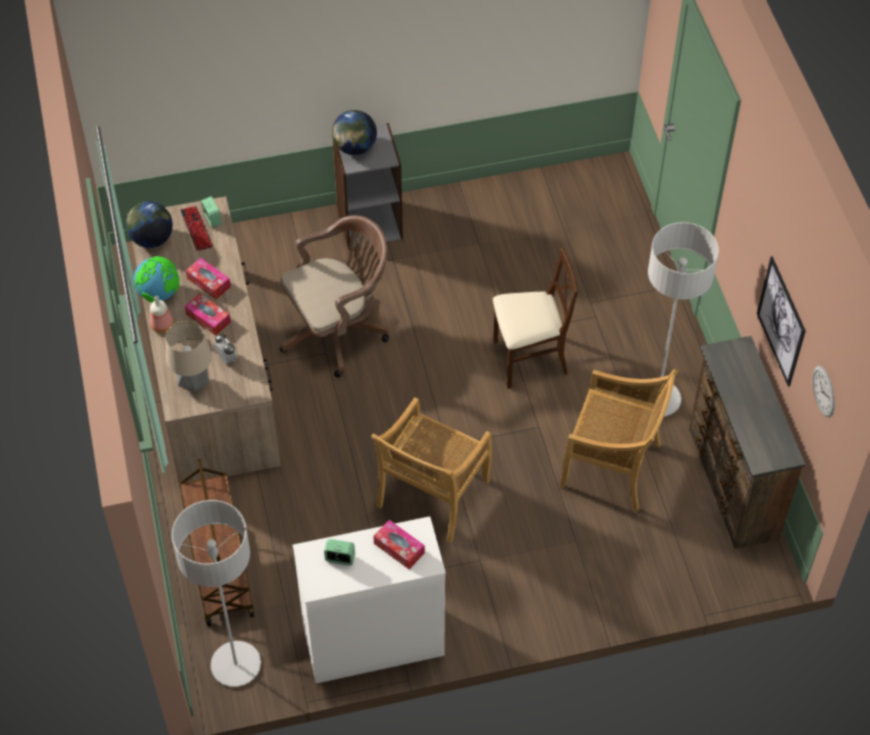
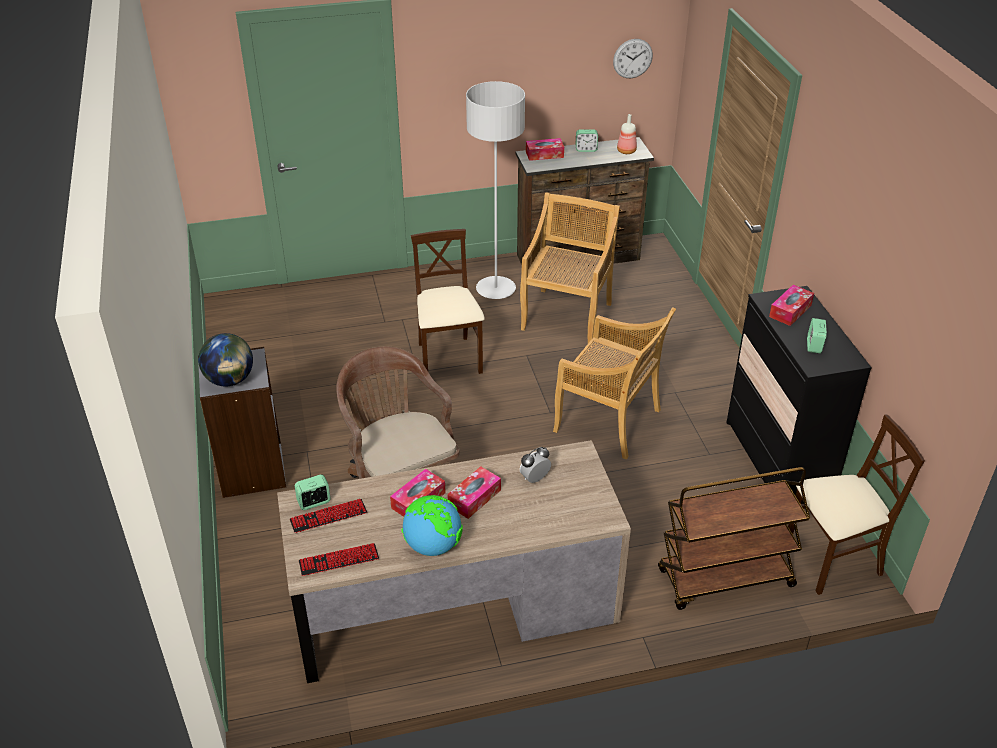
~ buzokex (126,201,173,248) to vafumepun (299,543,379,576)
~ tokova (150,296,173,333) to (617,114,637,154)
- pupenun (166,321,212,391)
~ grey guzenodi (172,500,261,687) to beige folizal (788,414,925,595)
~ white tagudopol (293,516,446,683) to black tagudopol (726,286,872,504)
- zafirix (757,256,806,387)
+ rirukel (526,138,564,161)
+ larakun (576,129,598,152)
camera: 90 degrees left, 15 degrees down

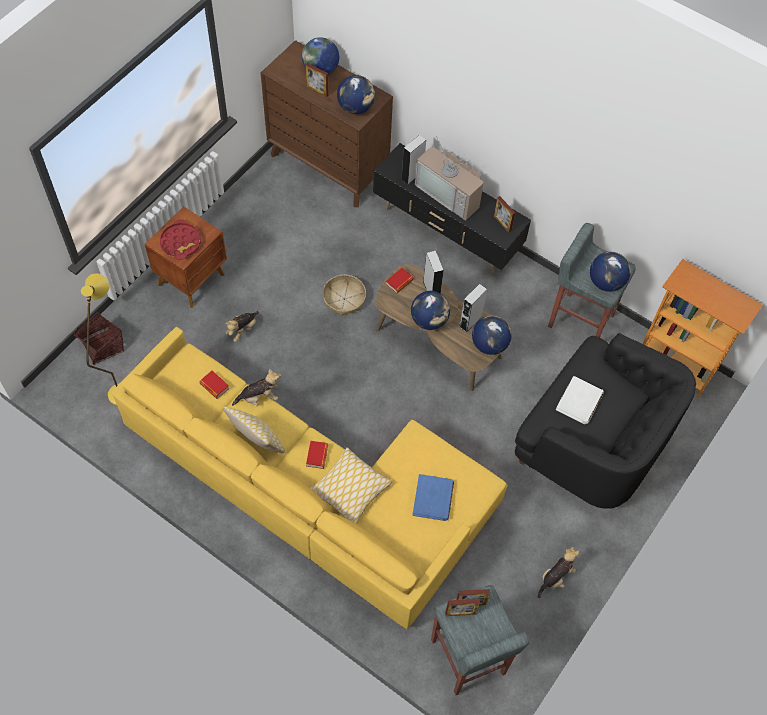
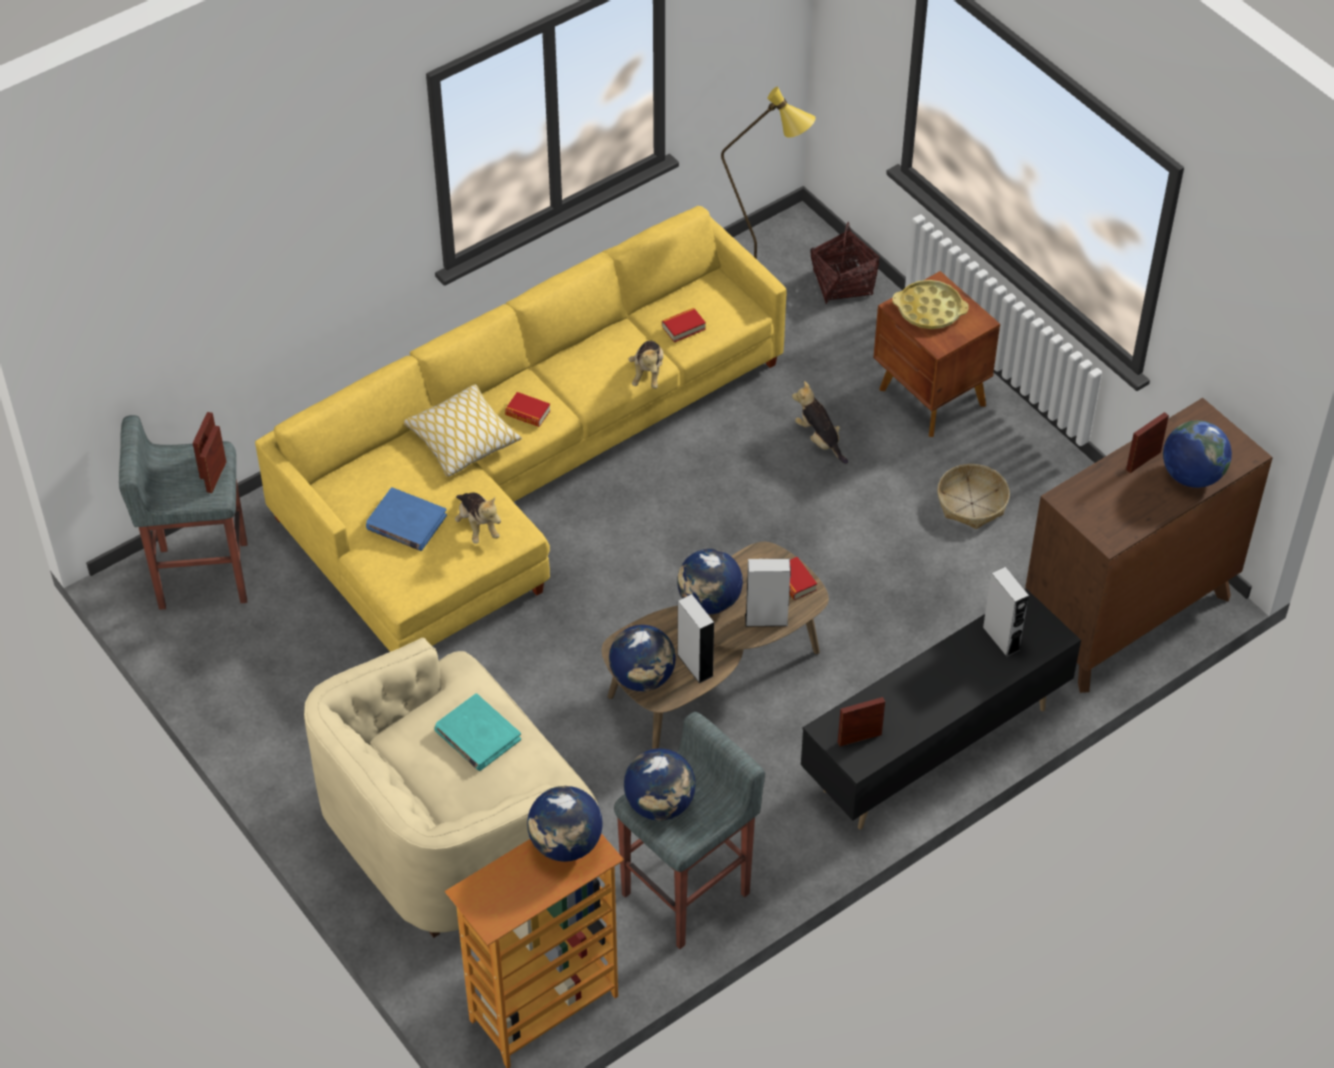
~ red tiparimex (160,219,201,260) to yellow tiparimex (892,280,969,329)
- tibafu (223,407,285,453)
~ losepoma (323,275,366,316) to (937,464,1010,529)
~ buzokex (337,75,375,114) to (527,786,603,862)
- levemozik (415,136,484,221)
~ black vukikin (515,333,696,509) to beige vukikin (304,638,598,938)
~ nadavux (538,547,579,598) to (455,492,501,544)
~ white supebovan (556,376,604,424) to turquoise supebovan (434,693,521,771)
camera: 110 degrees right, 10 degrees down

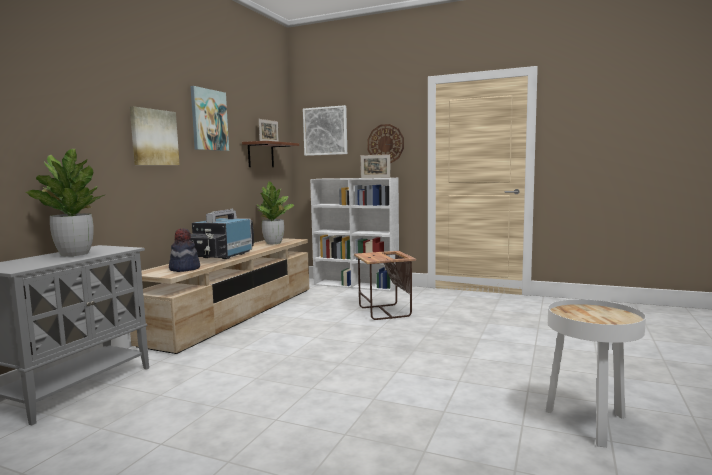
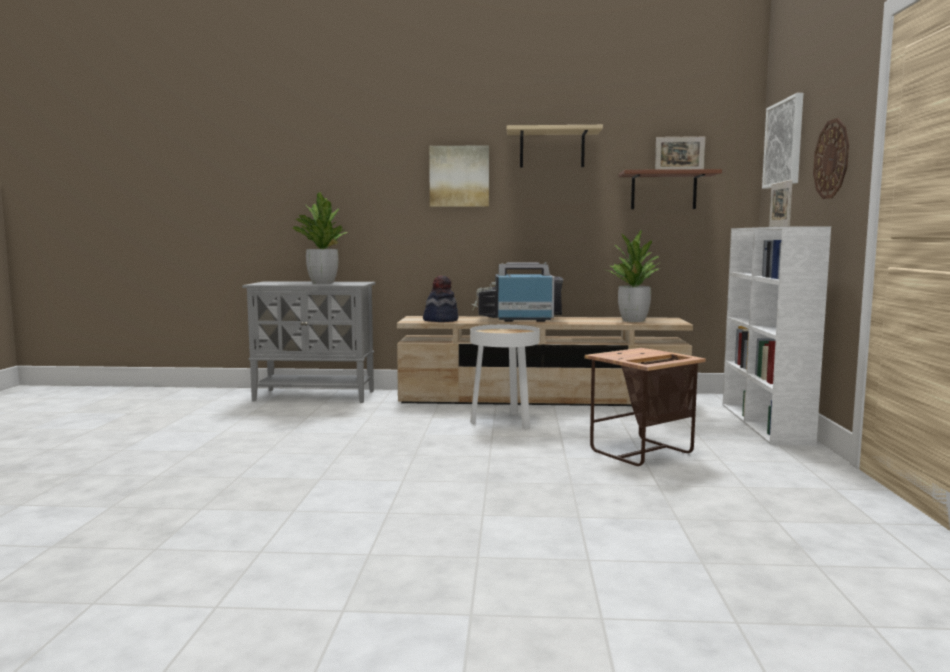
~ zafirix (190,86,229,151) to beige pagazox (507,125,603,168)
~ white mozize (546,299,646,447) to (470,325,540,429)
camera: 70 degrees right, 0 degrees up

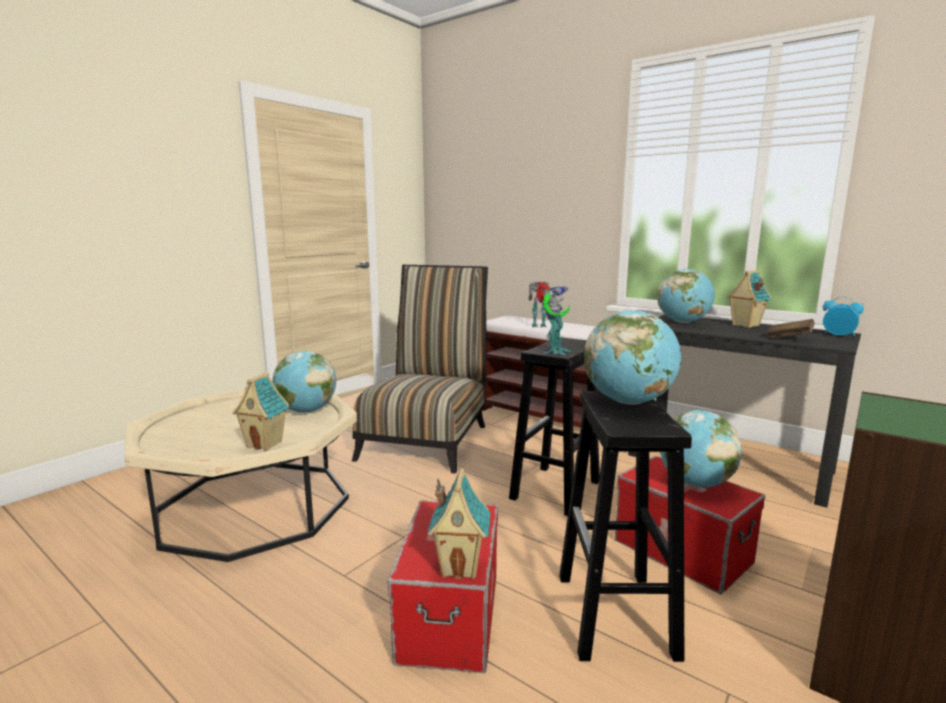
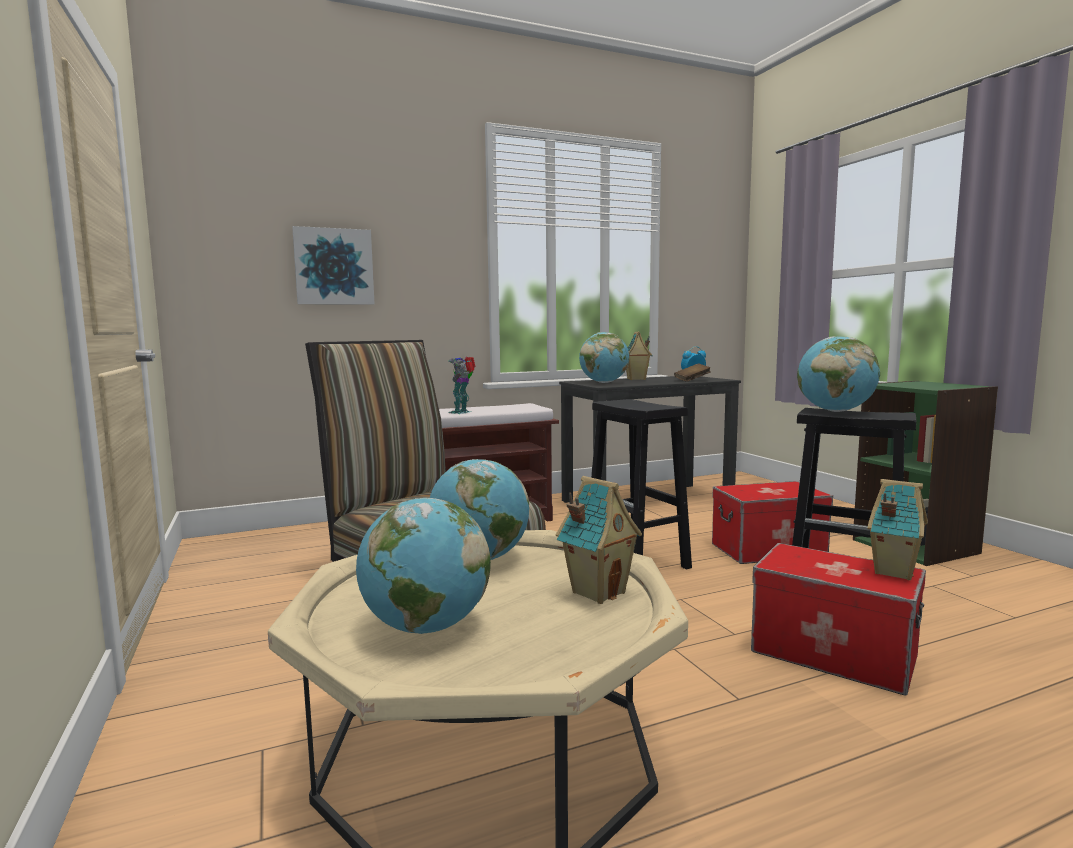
- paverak (536,284,571,355)
~ buzokex (660,410,742,487) to (356,498,491,634)
+ zafirix (292,226,375,305)
camera: 60 degrees left, 5 degrees down

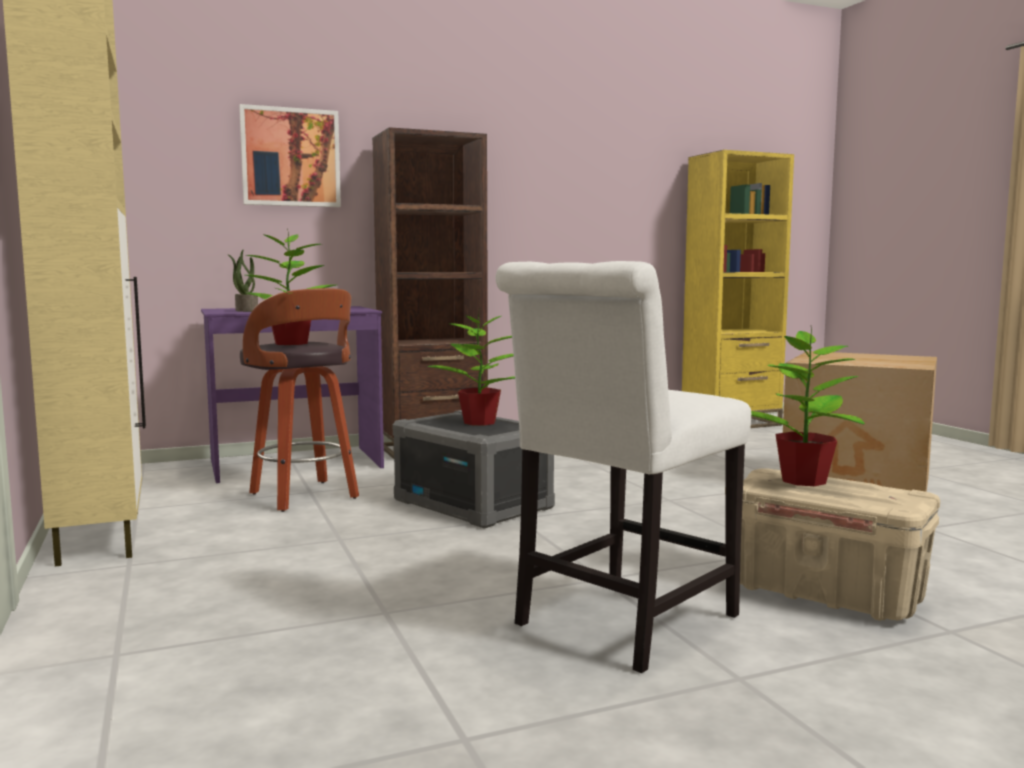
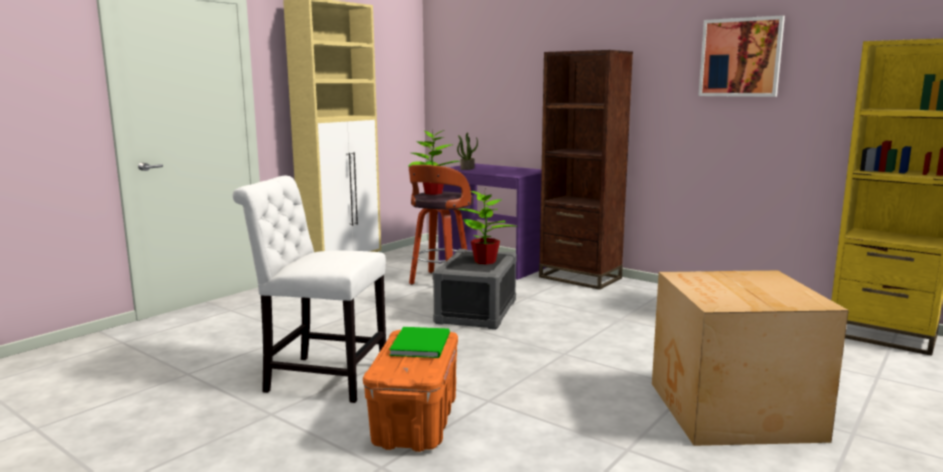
~ zafirix (239,104,341,207) to (698,15,785,97)
~ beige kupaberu (725,468,940,621) to orange kupaberu (363,330,458,452)
~ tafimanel (751,328,865,486) to green supebovan (389,327,450,358)
camera: 60 degrees right, 5 degrees up

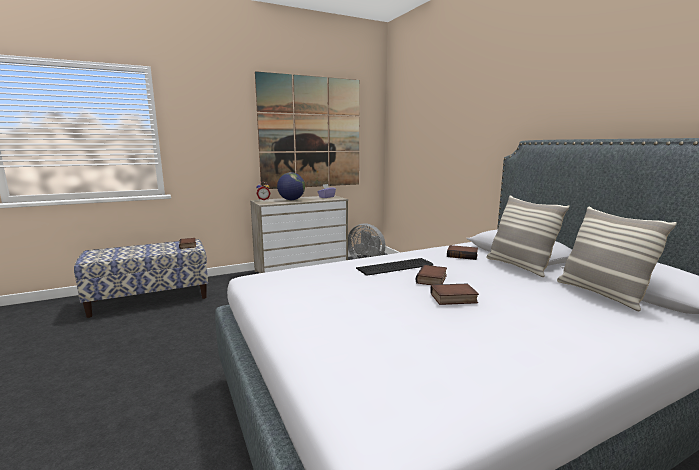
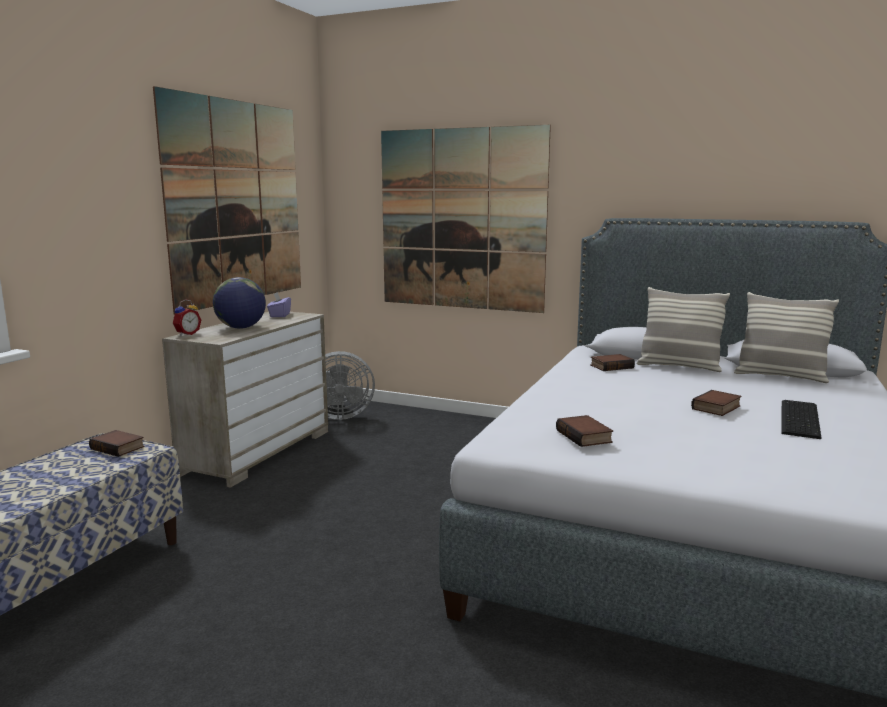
~ vafumepun (356,258,433,276) to (781,400,822,439)
~ supebovan (416,265,447,285) to (556,415,613,447)
+ zafirix (381,125,551,313)
camera: 40 degrees left, 0 degrees up

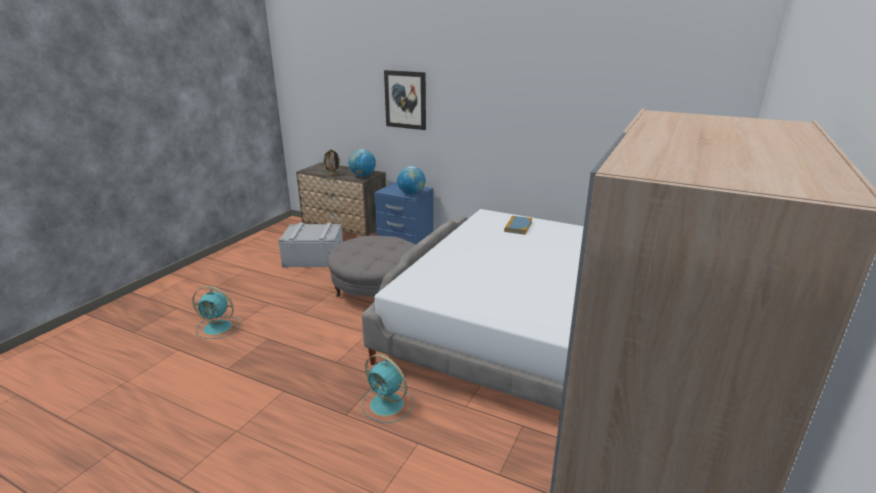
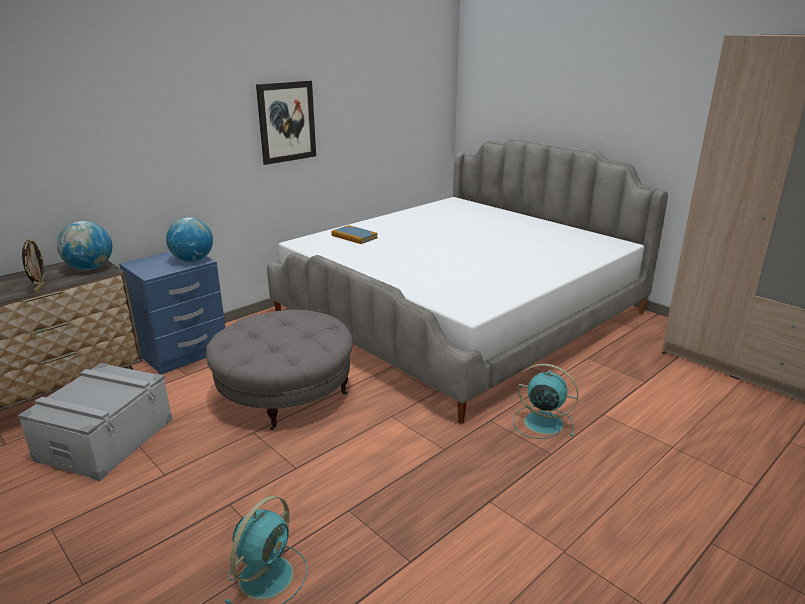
~ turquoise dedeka (361,354,414,423) = (513,364,578,439) 120 degrees counterclockwise
~ zafirix (384,70,426,130) to (256,80,316,165)
camera: 70 degrees left, 0 degrees up

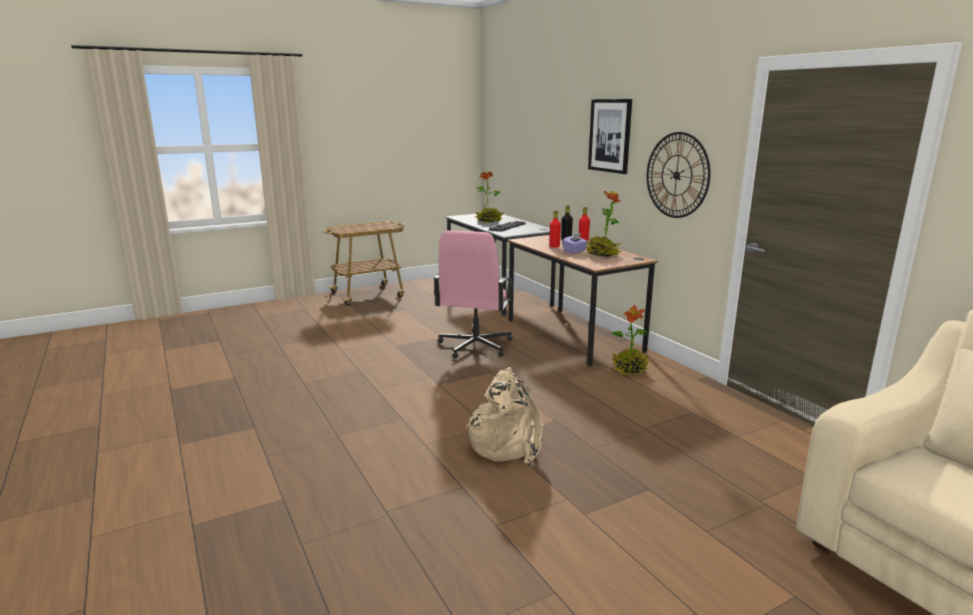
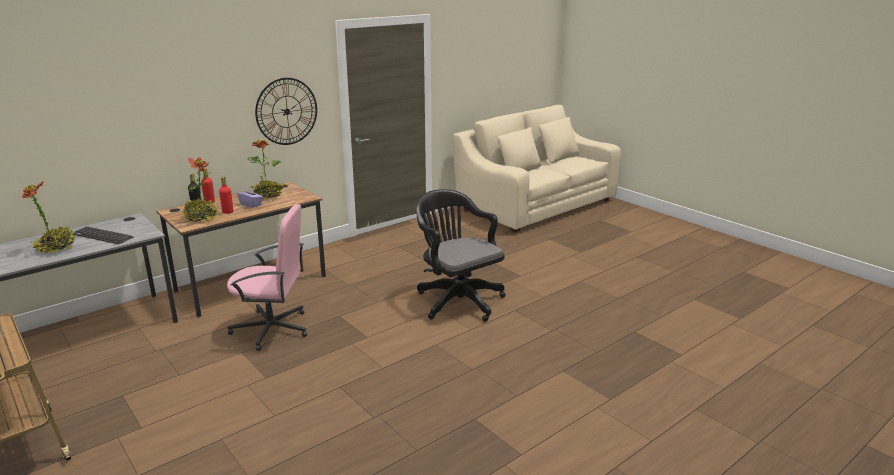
~ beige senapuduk (466,367,544,464) to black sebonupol (416,189,506,322)
- zafirix (588,99,632,174)
~ tafimanel (611,304,650,375) to (182,157,217,222)
camera: 100 degrees left, 5 degrees up

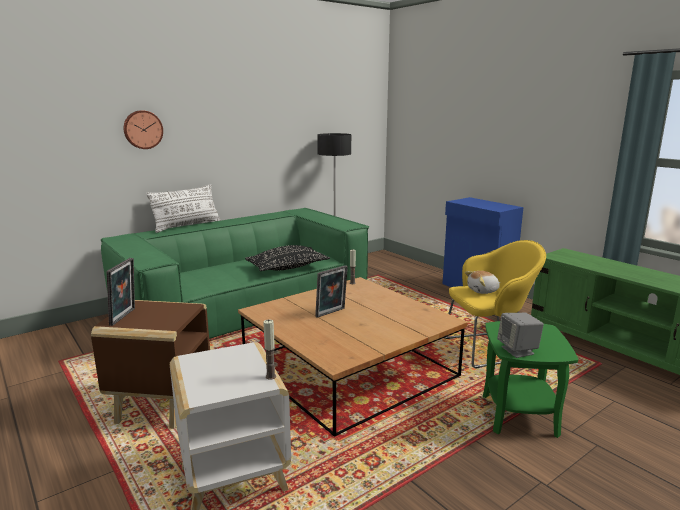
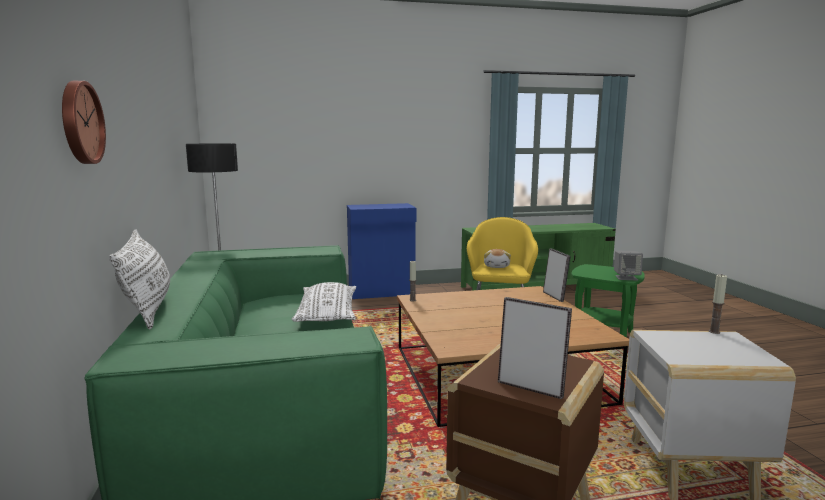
~ black tibafu (245,245,330,271) to white tibafu (292,282,356,322)
~ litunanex (315,265,348,318) to (543,249,571,302)
camera: 65 degrees left, 5 degrees down

